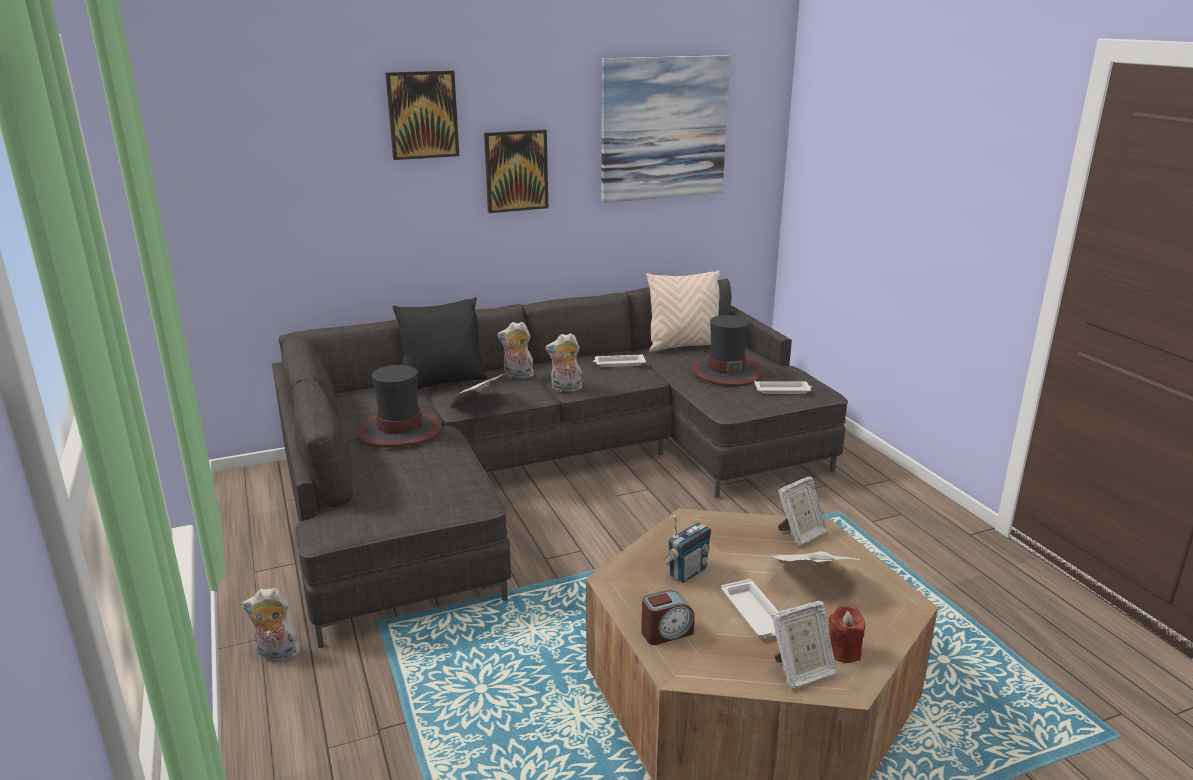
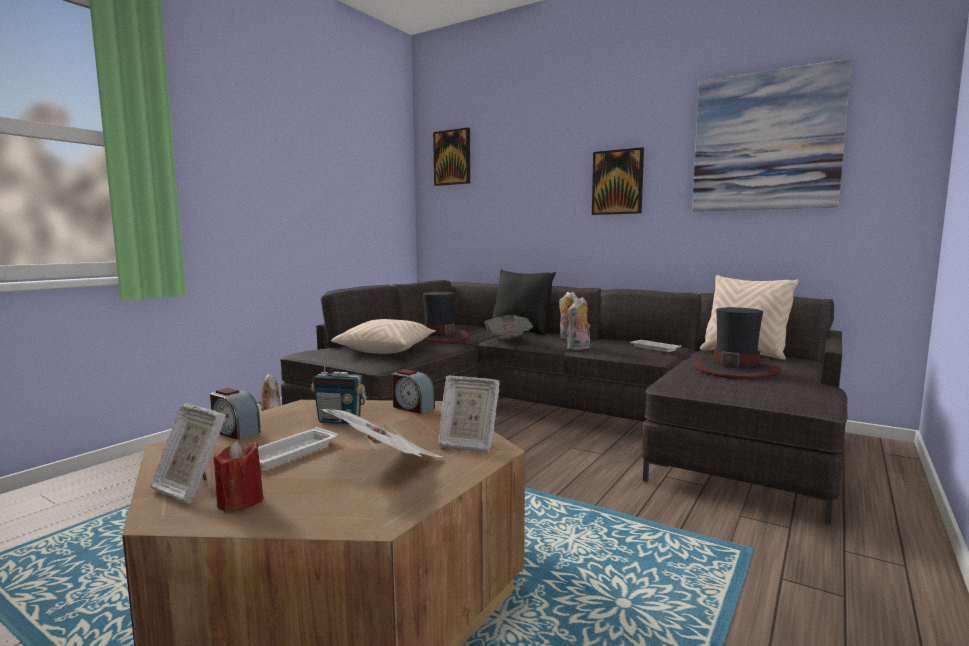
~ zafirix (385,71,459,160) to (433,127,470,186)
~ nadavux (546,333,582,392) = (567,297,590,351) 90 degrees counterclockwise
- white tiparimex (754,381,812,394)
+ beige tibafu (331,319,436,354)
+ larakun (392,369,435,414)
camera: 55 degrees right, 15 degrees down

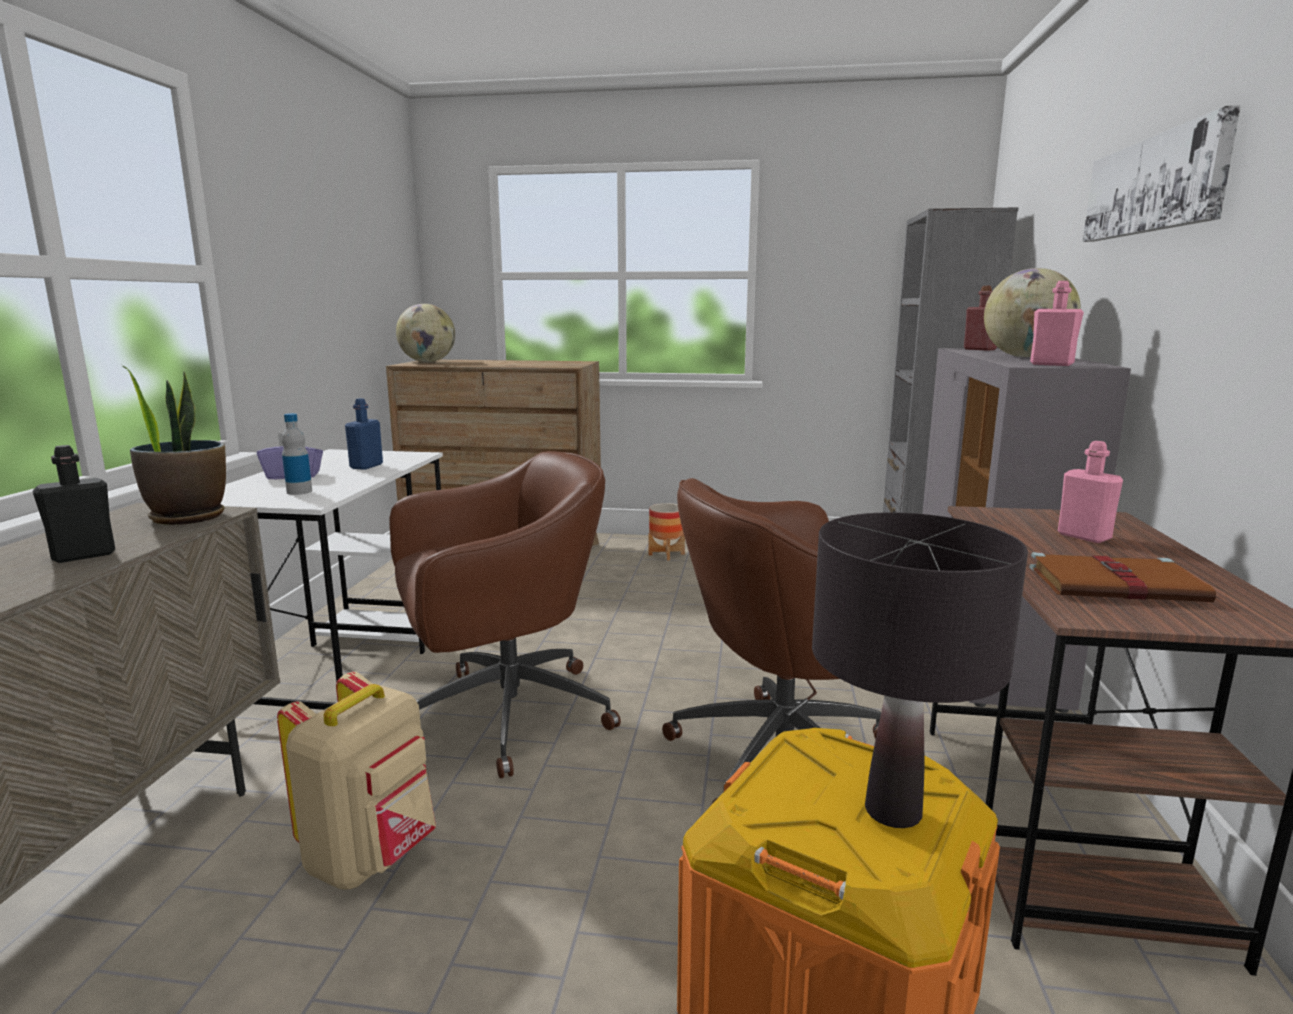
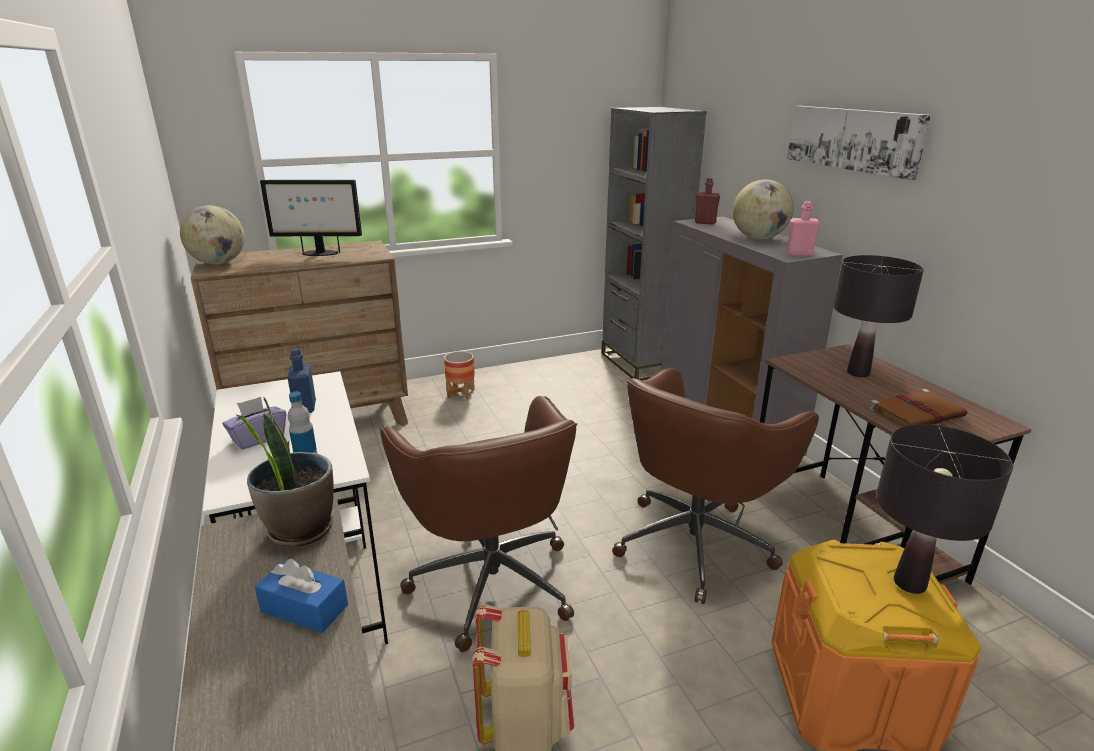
~ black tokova (33,445,115,563) to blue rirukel (255,559,348,633)
~ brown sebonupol (389,451,621,778) = (380,396,577,652) 120 degrees clockwise
~ pink tokova (1058,441,1123,543) to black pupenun (833,255,924,377)
+ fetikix (260,180,362,256)
camera: 30 degrees left, 10 degrees up

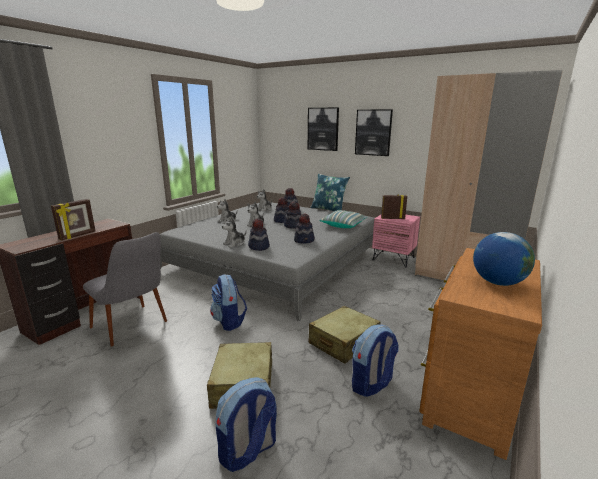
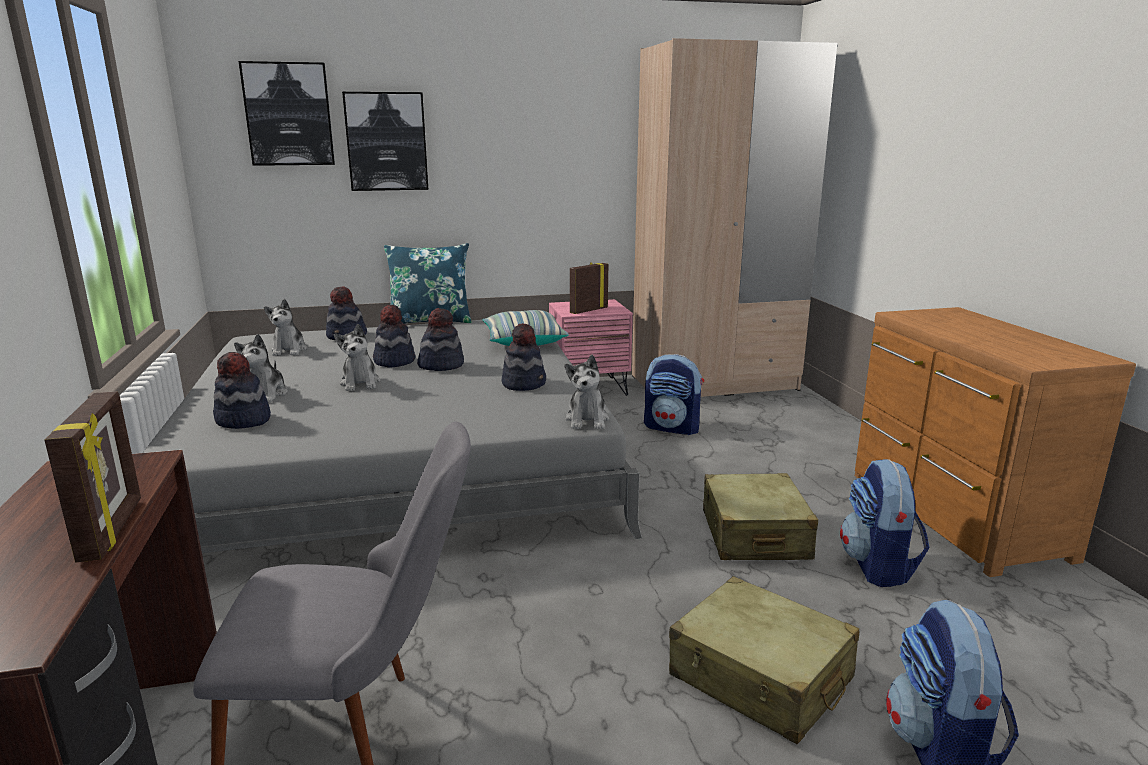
~ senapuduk (210,274,247,331) to (644,354,704,435)
~ nadavux (222,217,247,248) to (565,355,609,429)
~ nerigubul (248,218,270,251) to (213,352,271,429)
~ zafirix (355,109,393,156) to (239,61,335,166)
- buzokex (473,232,535,286)
camera: 45 degrees left, 0 degrees up

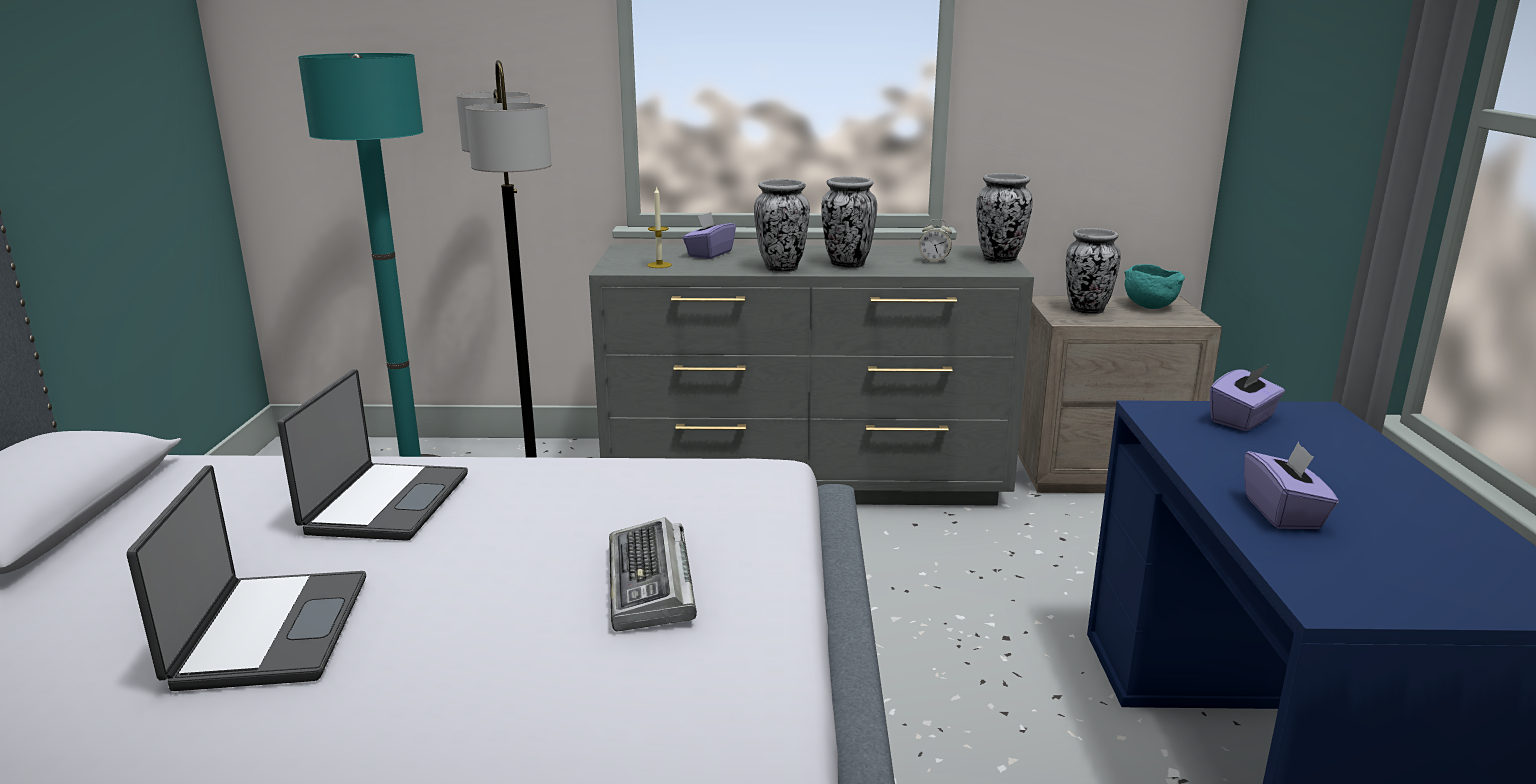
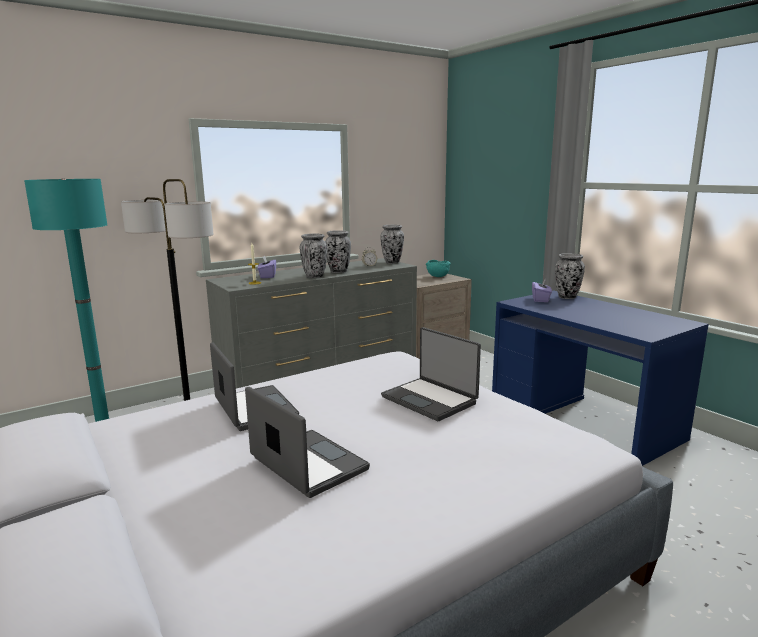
~ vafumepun (609,517,697,632) to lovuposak (381,327,481,421)
~ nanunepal (1066,228,1121,314) to (555,253,585,299)
- purple rirukel (1244,441,1339,529)
camera: 35 degrees left, 5 degrees down

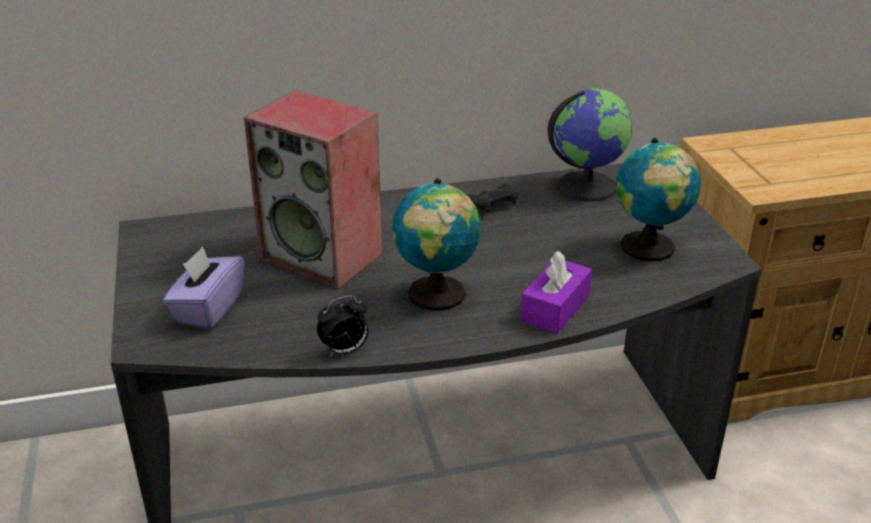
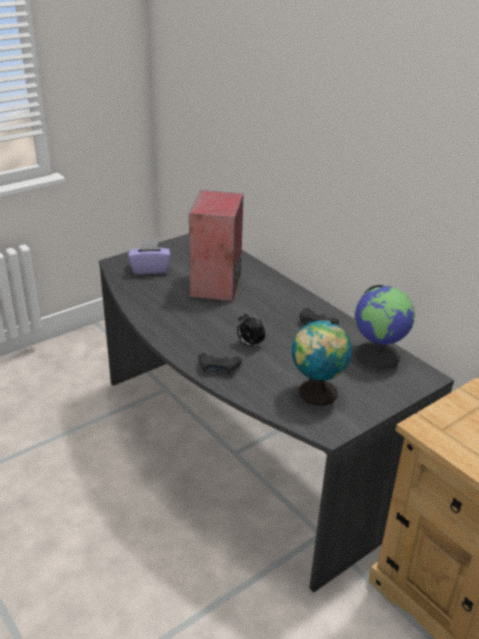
~ larakun (317,295,368,357) to (237,312,265,349)
- buzokex (392,178,482,311)
~ purple rirukel (520,251,592,334) to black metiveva (198,353,242,374)
camera: 65 degrees right, 0 degrees up

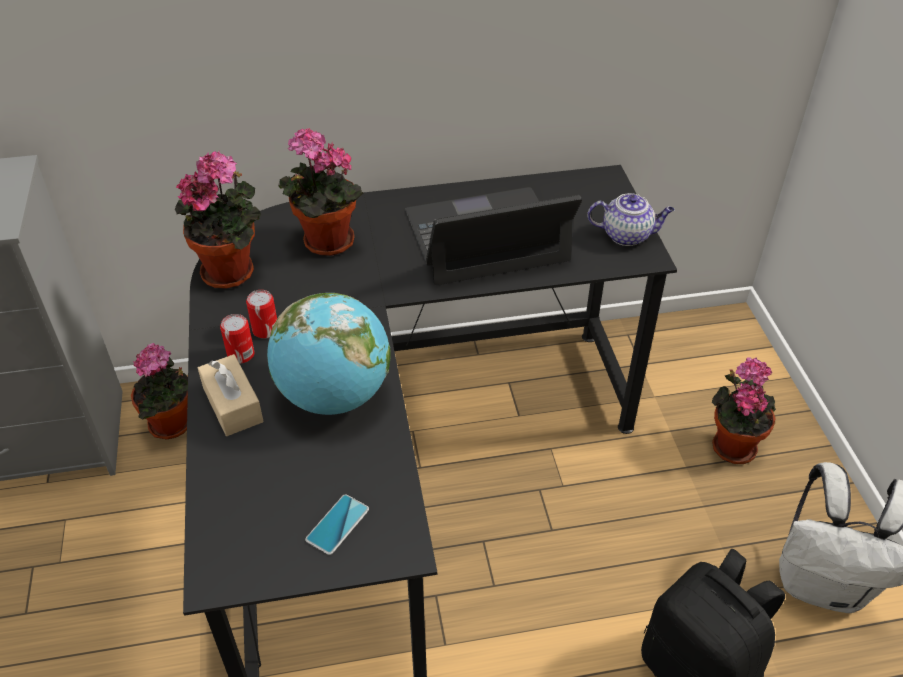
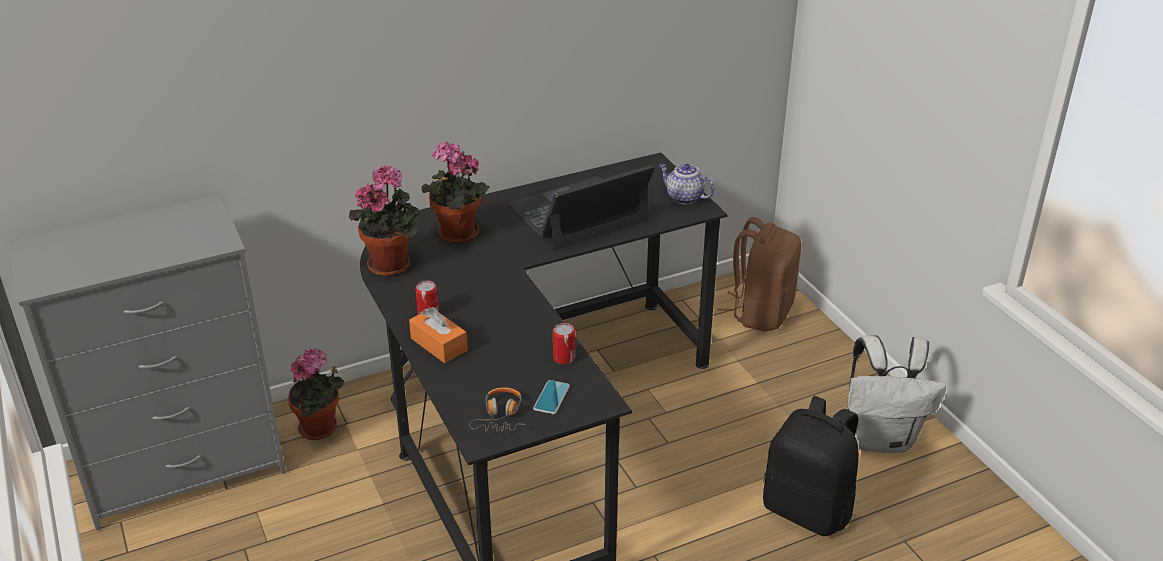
~ beige rirukel (198,354,264,436) to orange rirukel (409,307,468,363)
~ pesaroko (246,290,277,338) to (553,323,575,364)
- buzokex (267,293,391,415)
~ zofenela (587,193,675,246) = (659,163,714,204) 135 degrees counterclockwise
- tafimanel (712,357,776,464)
+ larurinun (469,387,525,432)
+ brown senapuduk (718,217,801,331)
camera: 15 degrees left, 10 degrees down

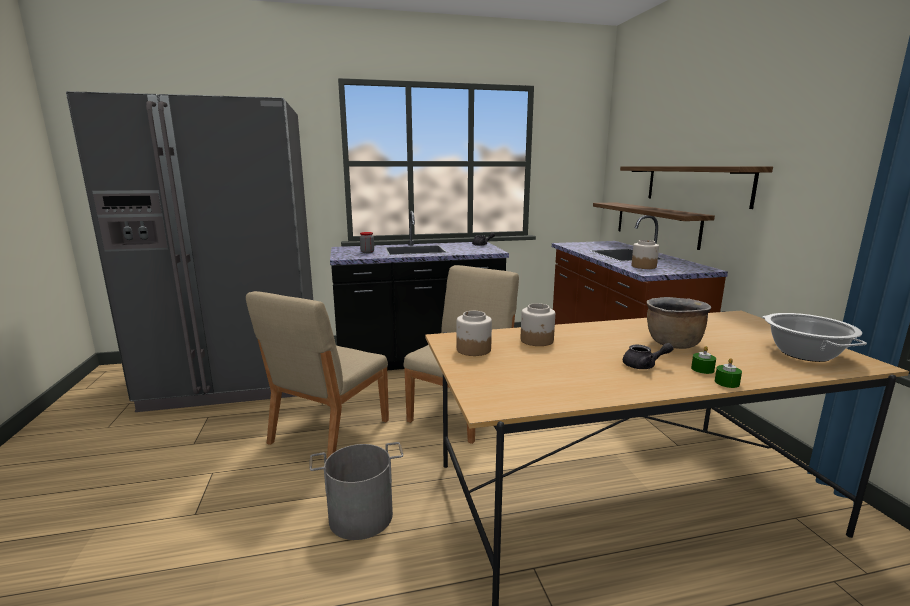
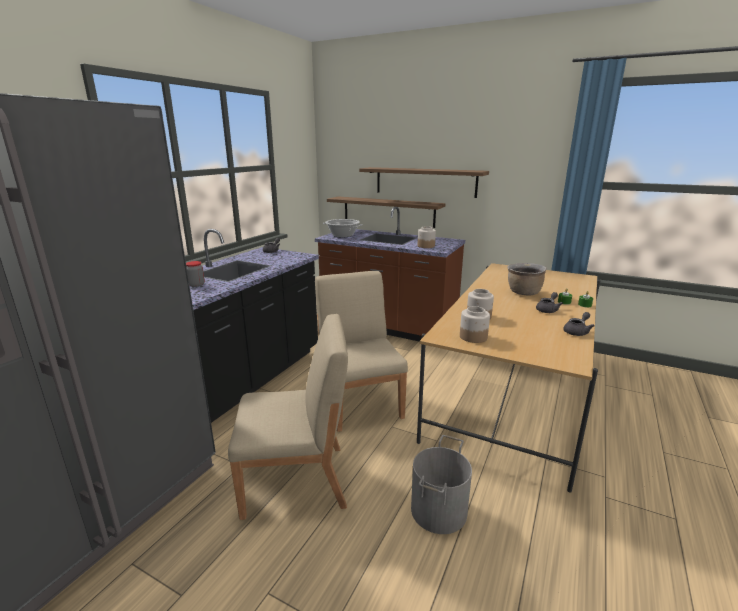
~ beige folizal (246,291,389,458) = (228,314,348,520) 75 degrees counterclockwise
~ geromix (762,313,867,362) to (323,219,363,238)
+ grey zofenela (563,312,595,336)
camera: 50 degrees left, 5 degrees up

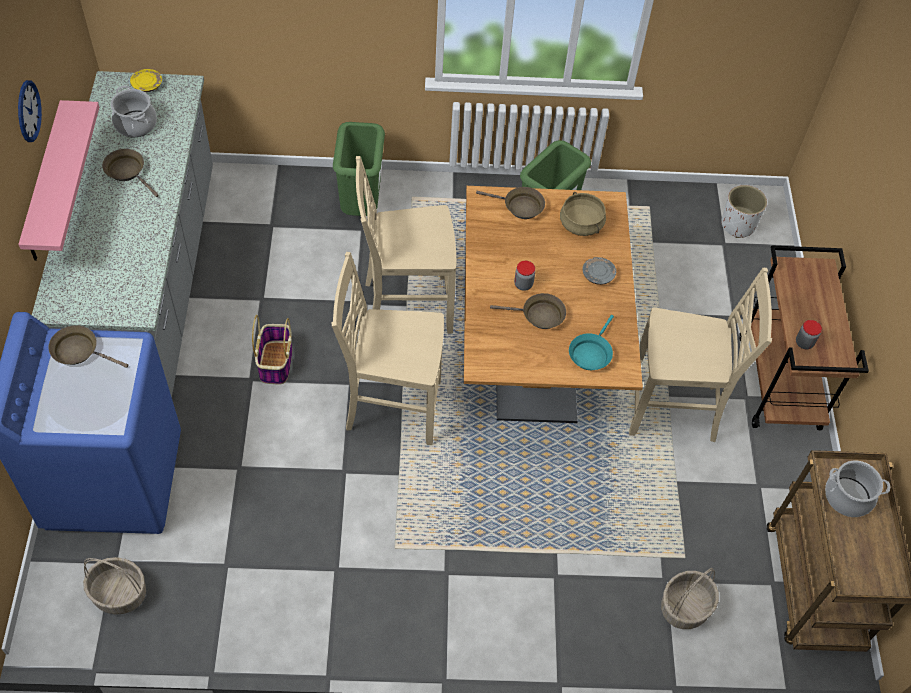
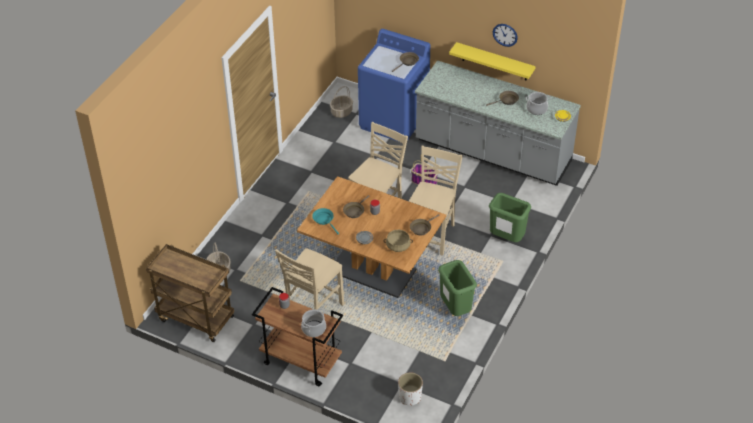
~ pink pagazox (18,100,99,261) to yellow pagazox (449,42,536,80)
~ geromix (825,461,890,517) to (301,308,326,337)
camera: 120 degrees right, 10 degrees down

